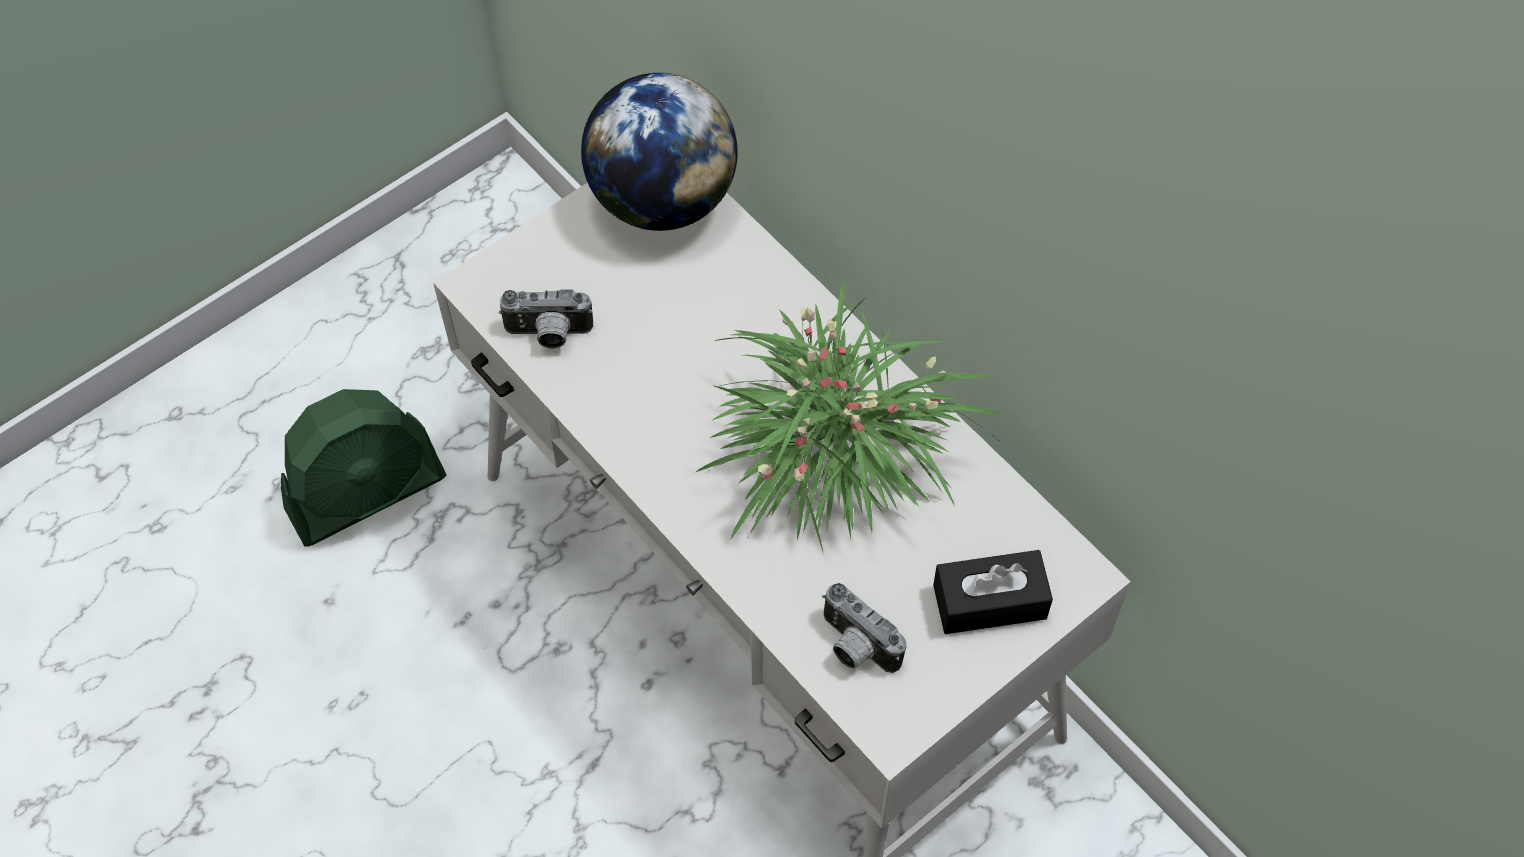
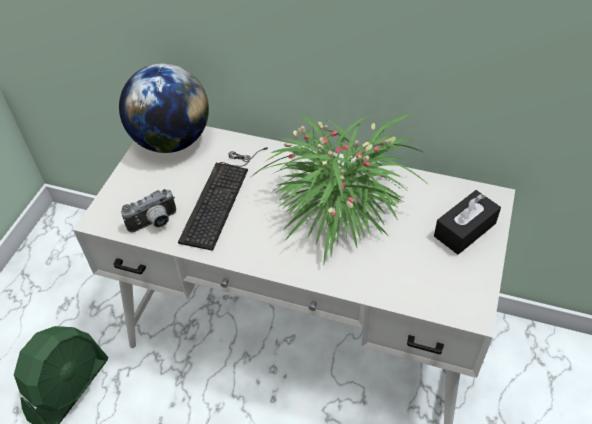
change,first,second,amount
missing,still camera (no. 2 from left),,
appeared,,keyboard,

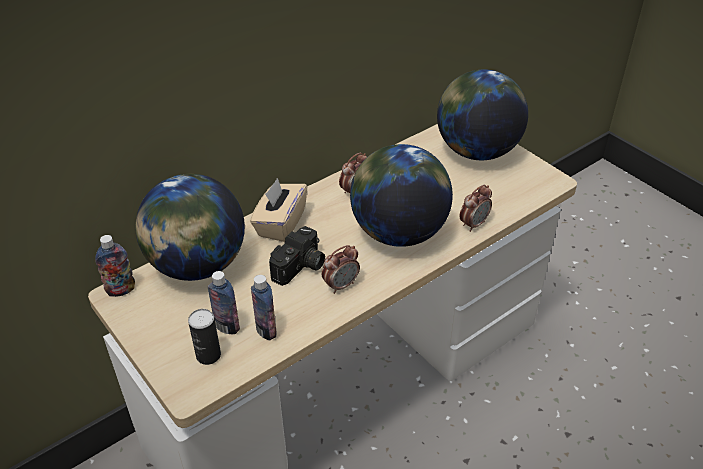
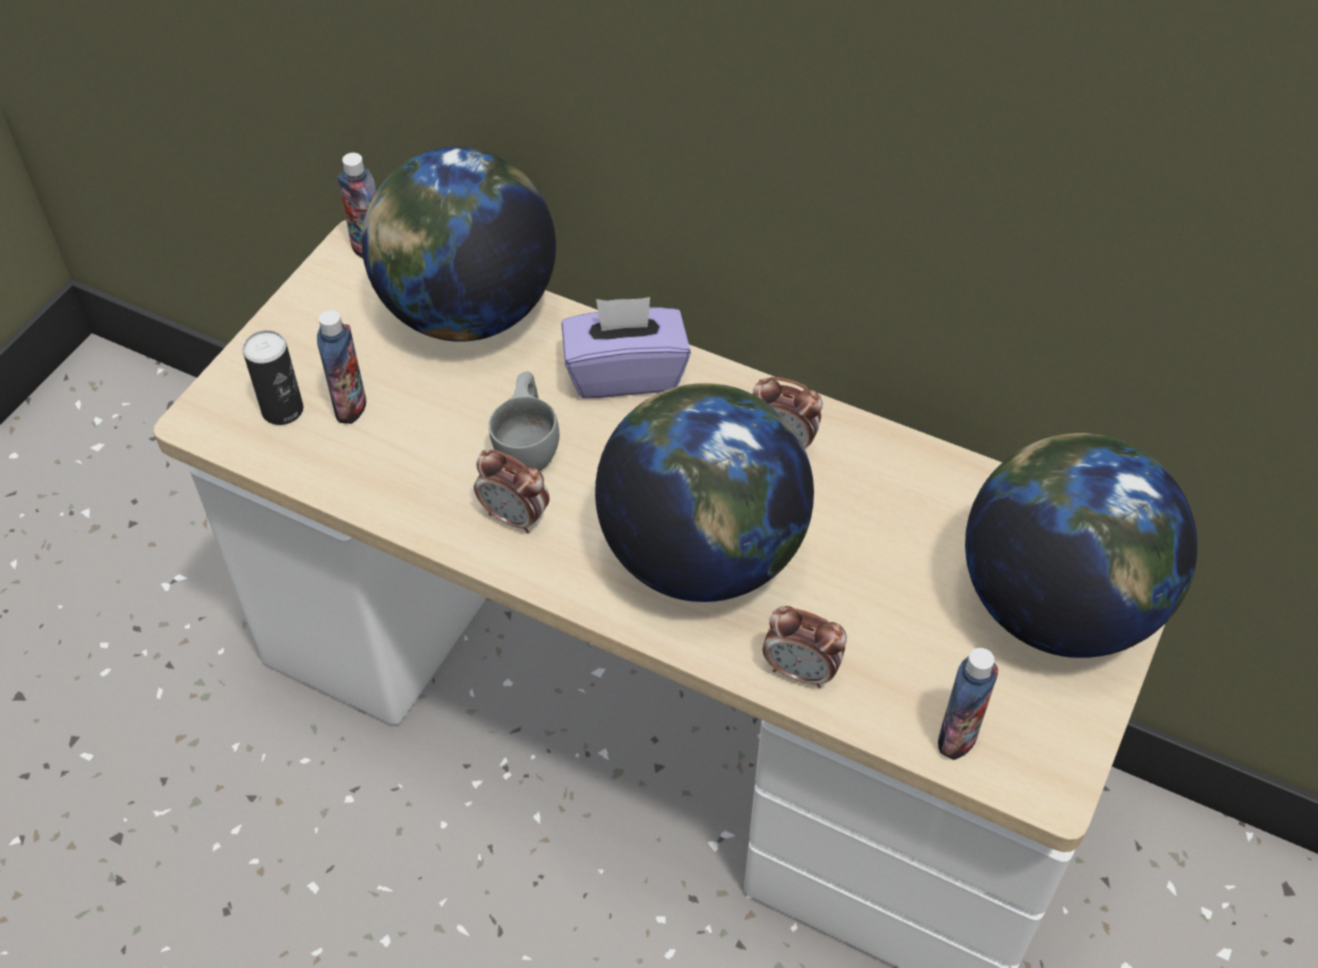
change,first,second,amount
colour,beige tissue box,purple-coloured tissue box,
relocated,drink bottle (no. 3 from left),,
exchanged,still camera,greyish cup,

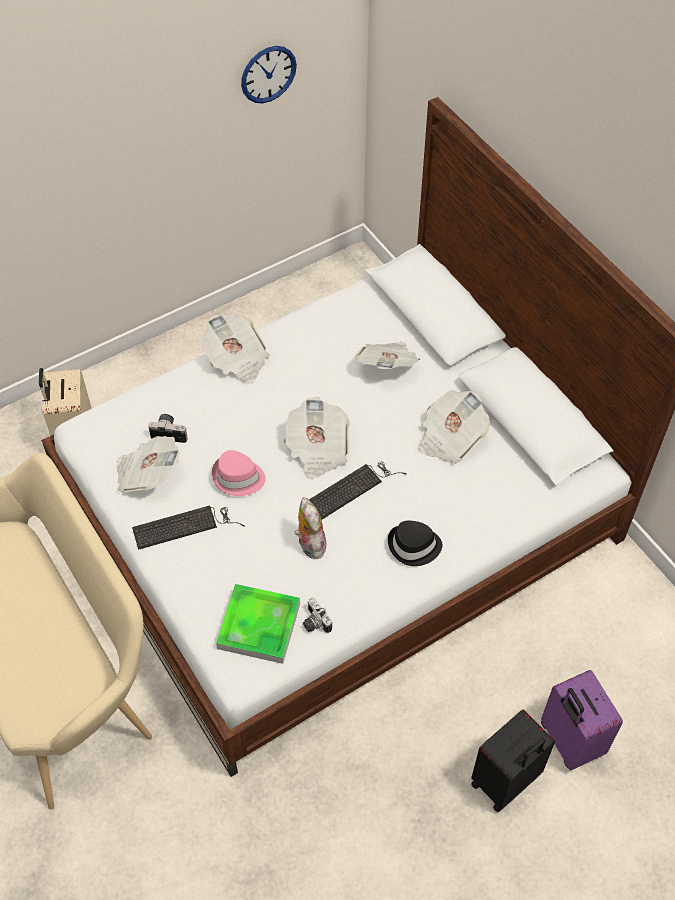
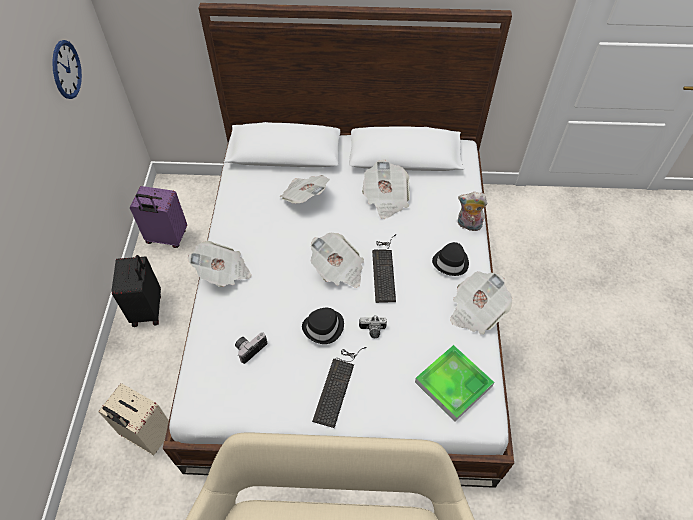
change,first,second,amount
relocated,daily paper (no. 1 from left in the first image),daily paper (no. 5 from left),
colour,pink wearable hat,black wearable hat (no. 1 from left),
relocated,plush toy,,
relocated,still camera (no. 2 from left),,
relocated,black suitcase,,
relocated,purple-coloured suitcase,,

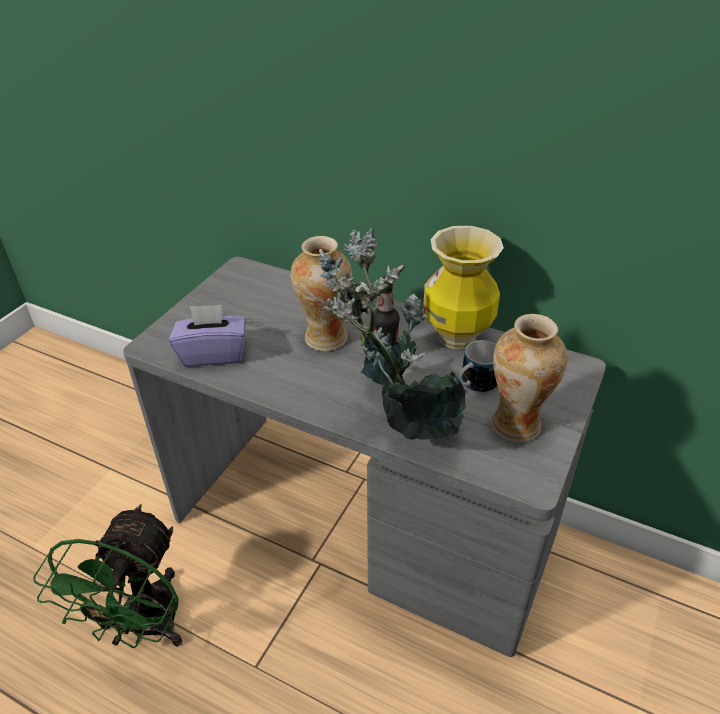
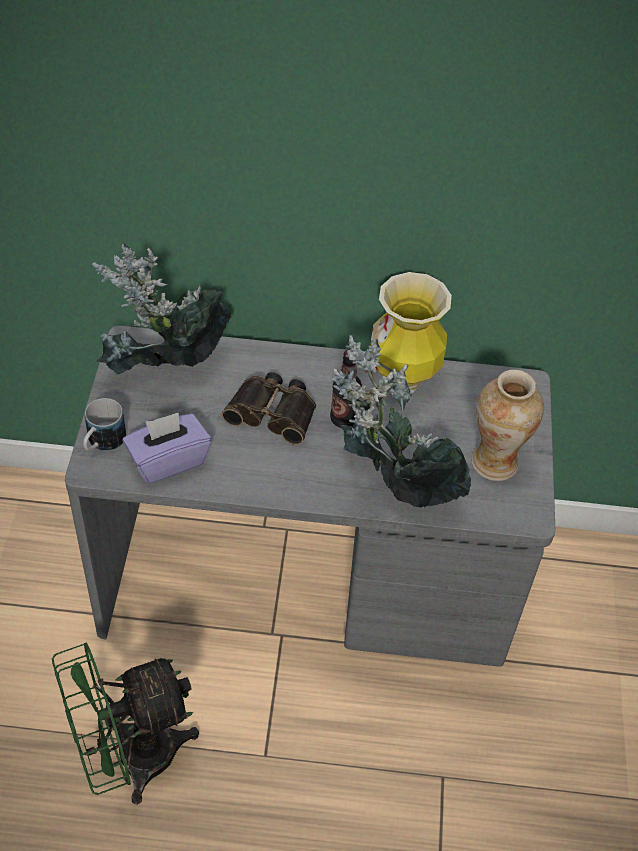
change,first,second,amount
spun,green-coloured electric fan,,75 degrees clockwise
exchanged,flower vase (no. 1 from left),field glasses,
relocated,mug,,
appeared,,potted plant (no. 1 from left),

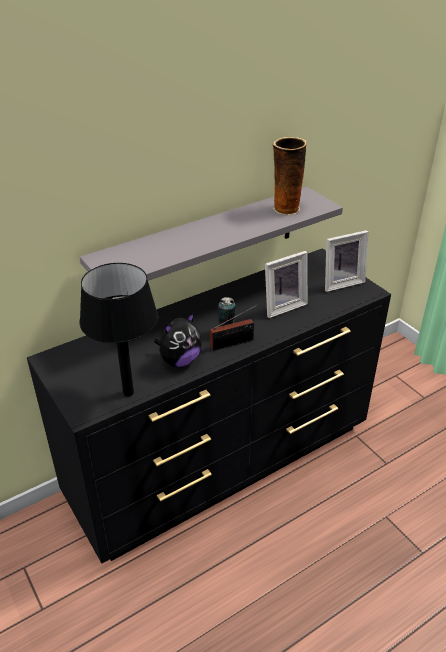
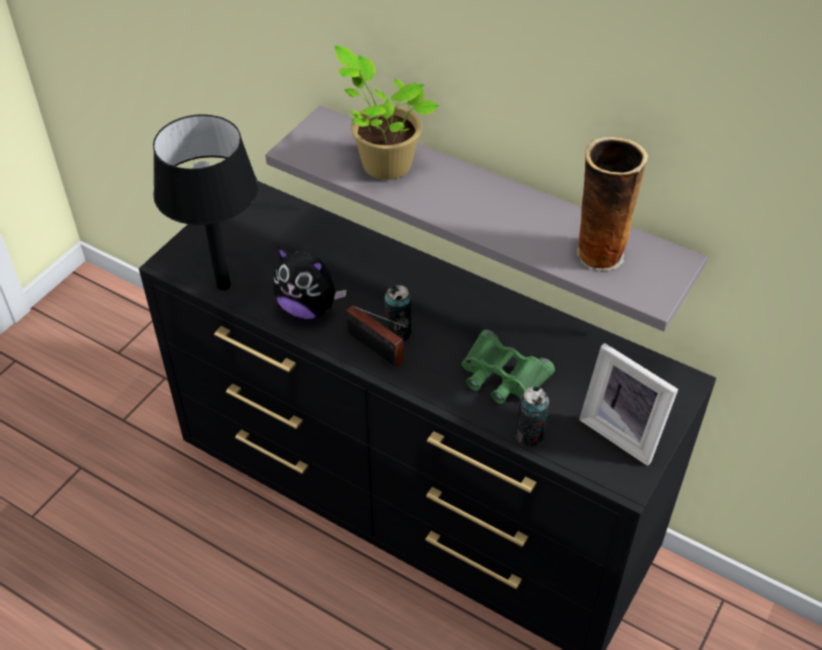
change,first,second,amount
exchanged,picture frame (no. 1 from left),green-coloured field glasses,
appeared,,potted plant,
appeared,,metal can (no. 2 from left),

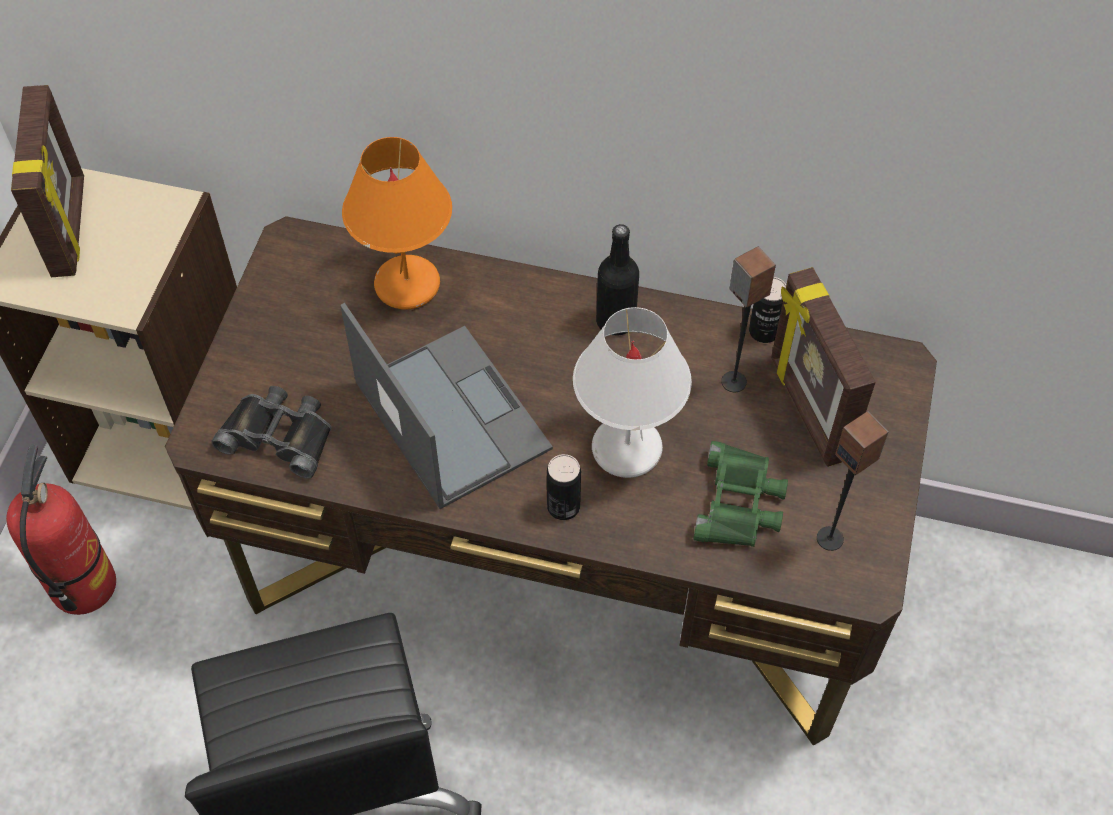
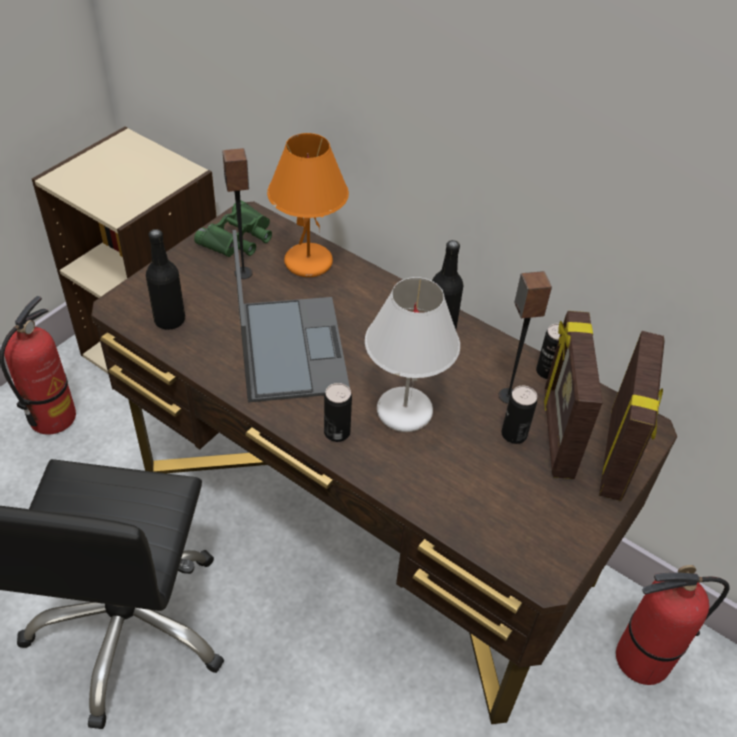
change,first,second,amount
relocated,picture frame (no. 1 from left in the first image),picture frame (no. 2 from left),
exchanged,black field glasses,black drink bottle (no. 1 from left),
relocated,green-coloured field glasses,,
relocated,speaker (no. 2 from left in the first image),speaker (no. 1 from left),
appeared,,metal can (no. 2 from left),
appeared,,extinguisher (no. 2 from left),

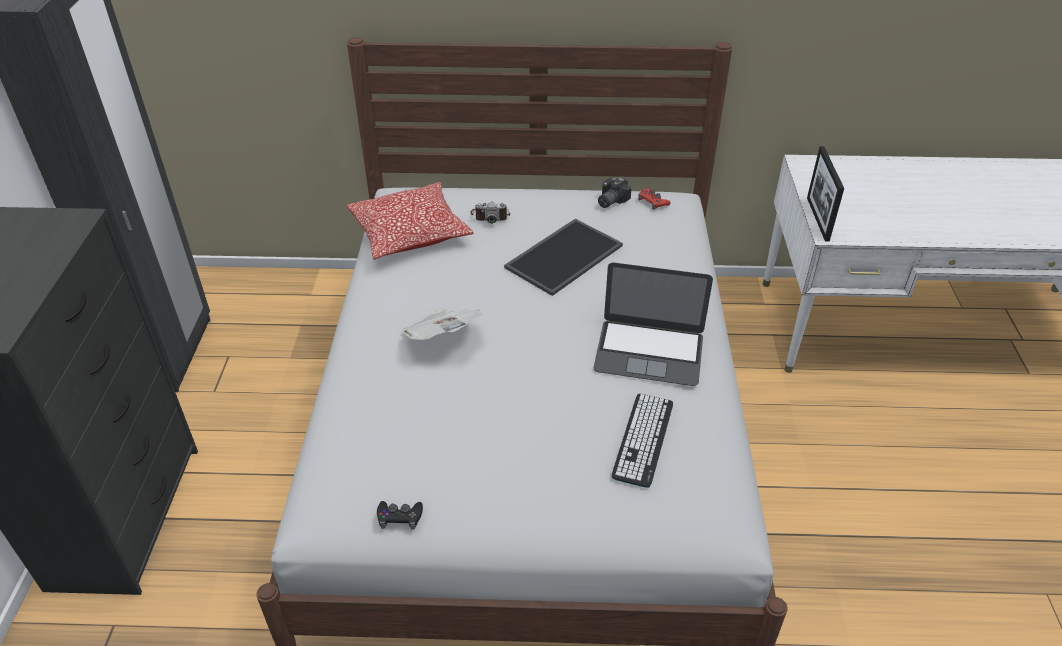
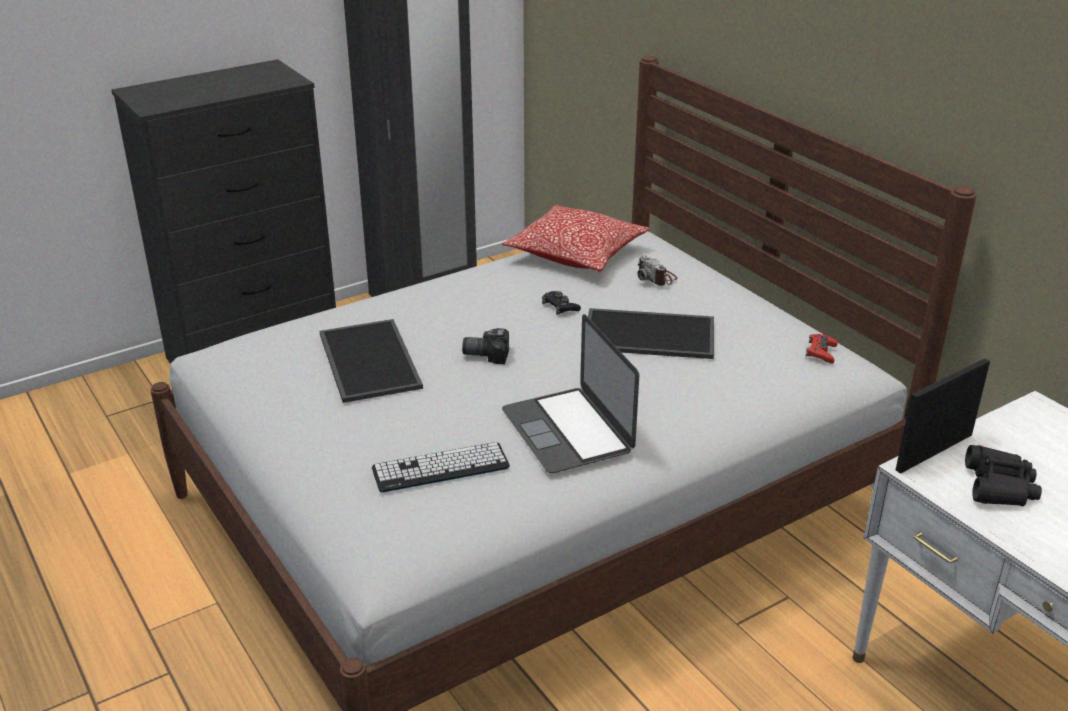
change,first,second,amount
relocated,black game controller,,
missing,daily paper,,
relocated,still camera (no. 2 from left in the first image),still camera (no. 1 from left),
appeared,,carrying tray (no. 1 from left),
appeared,,black field glasses,

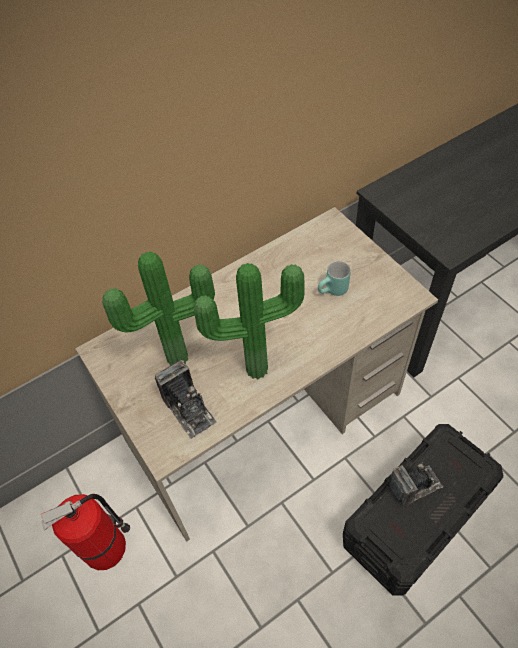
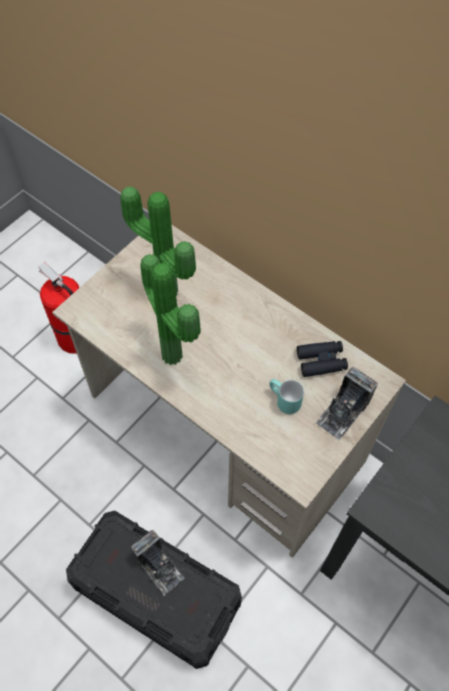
change,first,second,amount
relocated,still camera (no. 1 from left in the first image),still camera (no. 2 from left),
appeared,,black field glasses,

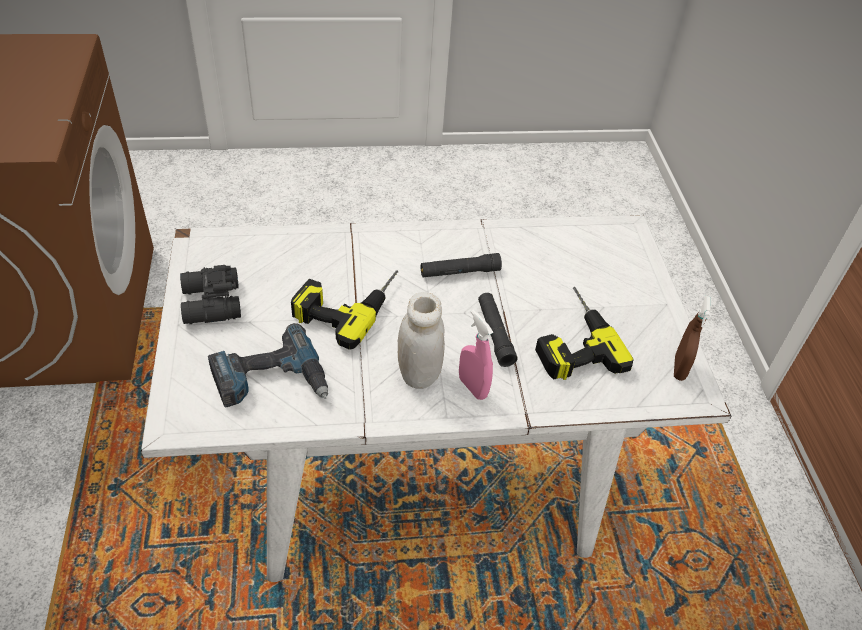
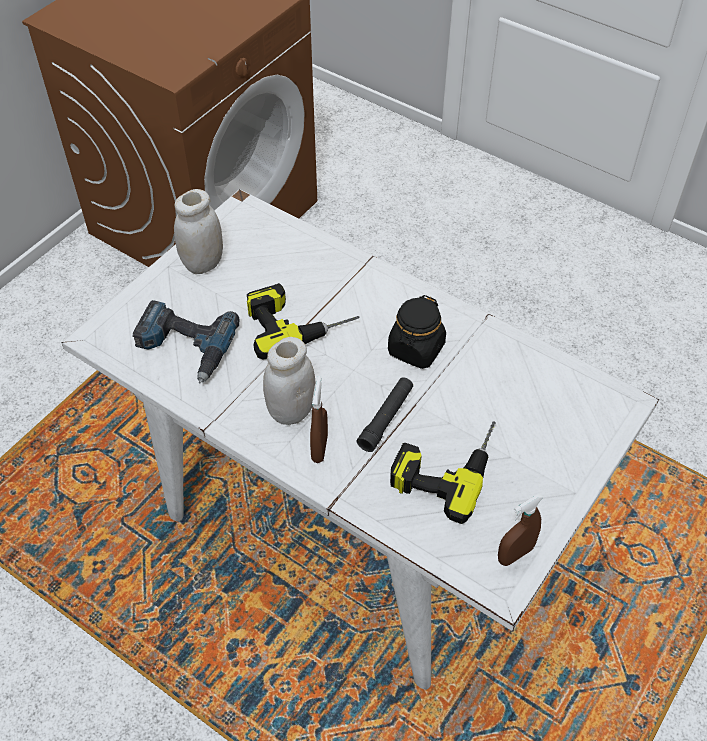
change,first,second,amount
exchanged,black field glasses,white-coloured jar (no. 1 from left),
exchanged,black hand torch (no. 1 from left),black jar,
colour,pink hand sprayer,brown hand sprayer (no. 1 from left),

